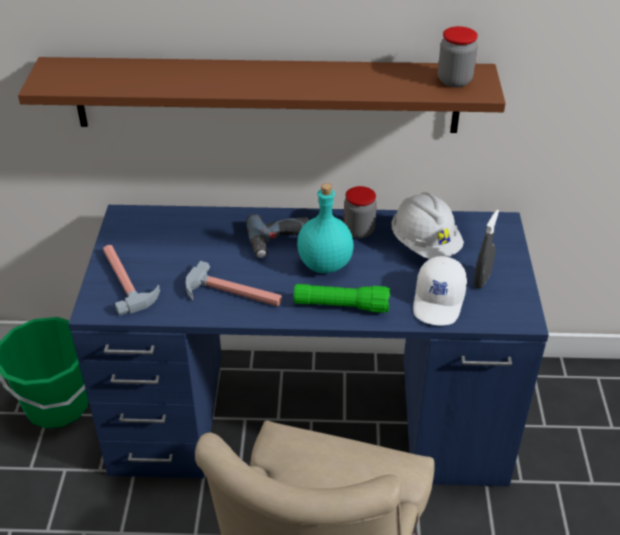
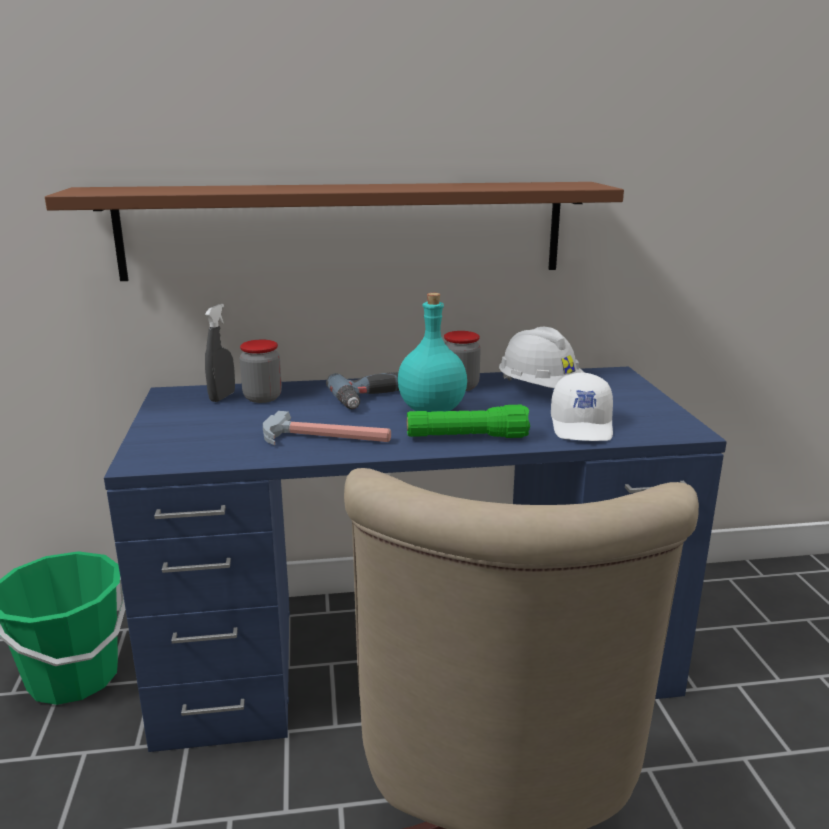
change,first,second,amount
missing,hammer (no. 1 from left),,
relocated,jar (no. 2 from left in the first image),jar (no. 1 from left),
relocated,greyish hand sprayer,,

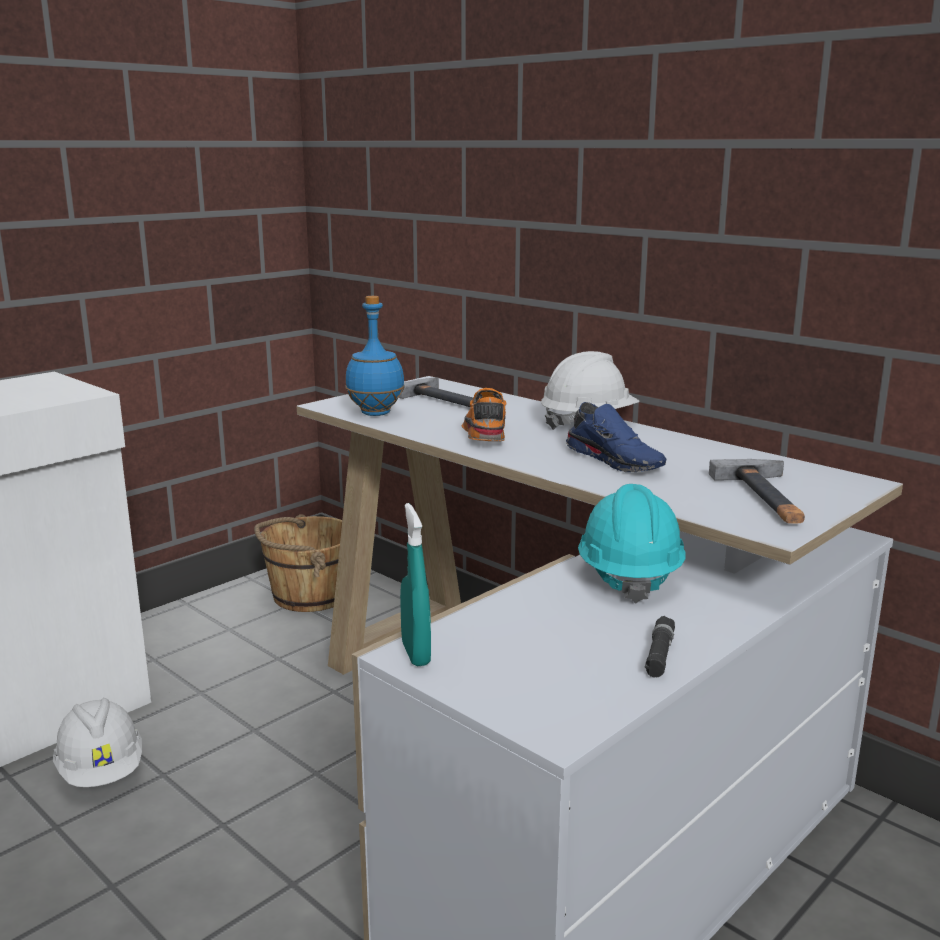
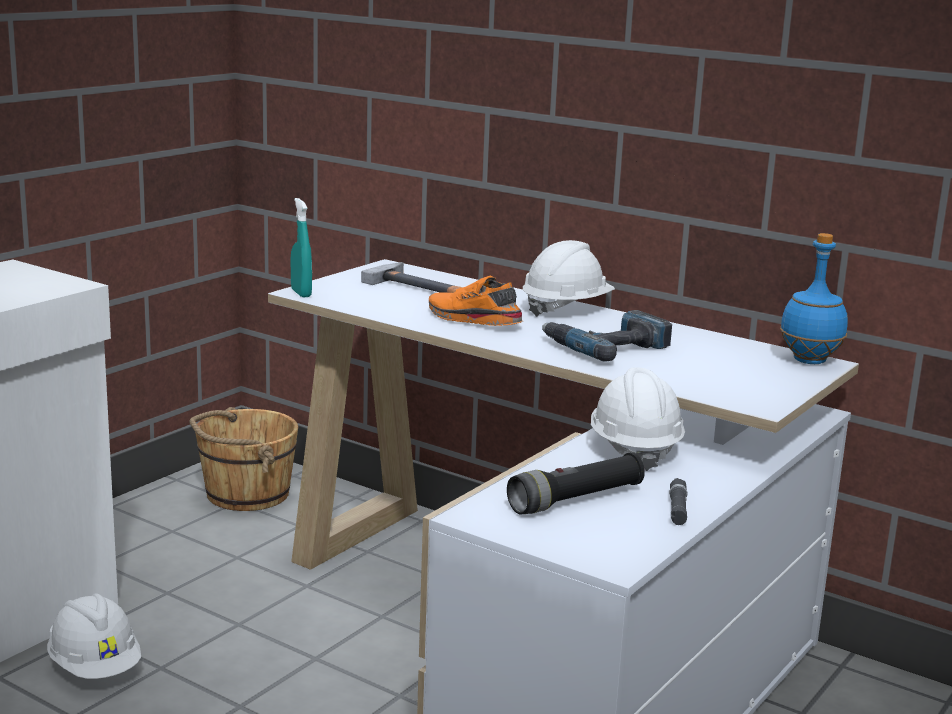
change,first,second,amount
relocated,blue-coloured drink bottle,,
relocated,turquoise hand sprayer,,
spun,orange-coloured item of footwear,,45 degrees counterclockwise
exchanged,blue-coloured item of footwear,drill,
colour,turquoise work helmet,white-coloured work helmet (no. 3 from left),
missing,hammer (no. 2 from left),,
appeared,,black hand torch (no. 1 from left),

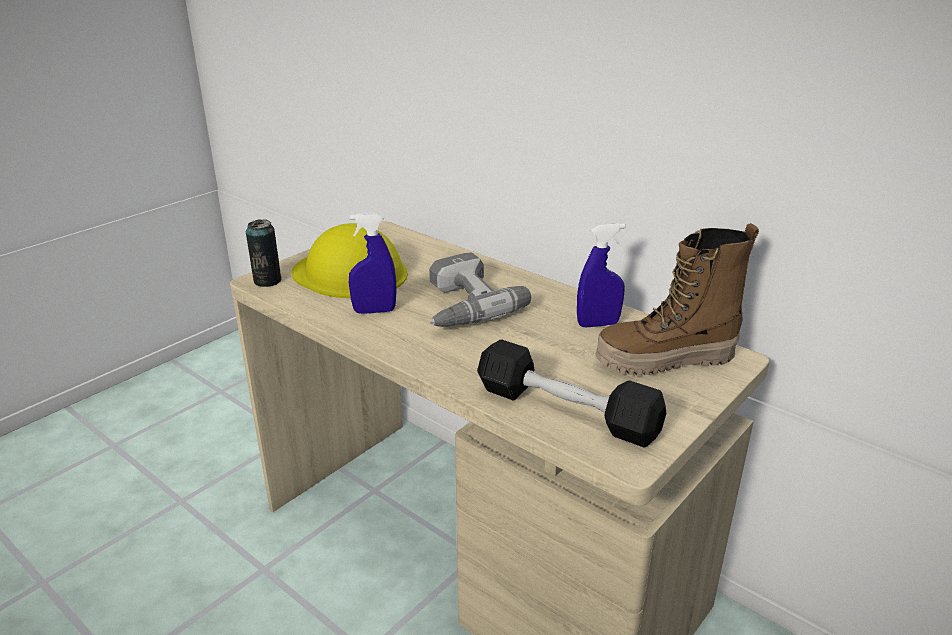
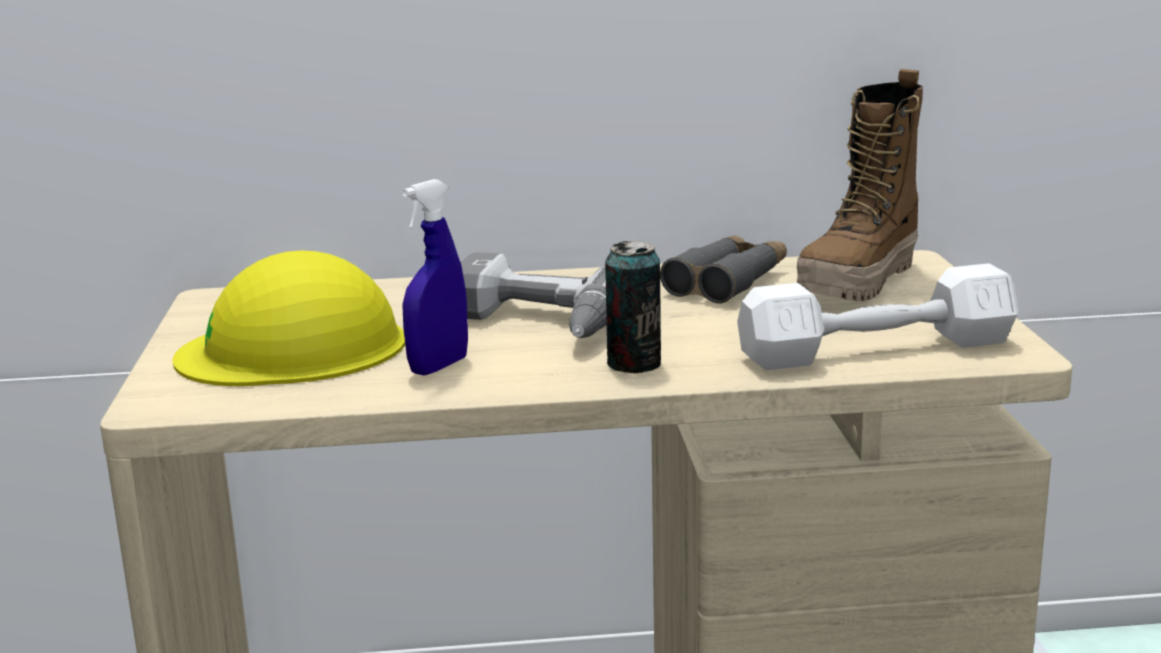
change,first,second,amount
relocated,metal can,,
colour,black dumbbell,white-coloured dumbbell,
exchanged,blue-coloured hand sprayer (no. 2 from left),greyish field glasses,

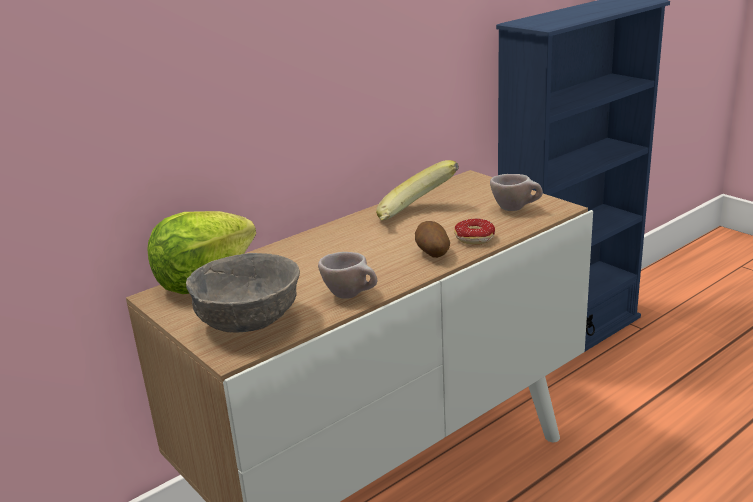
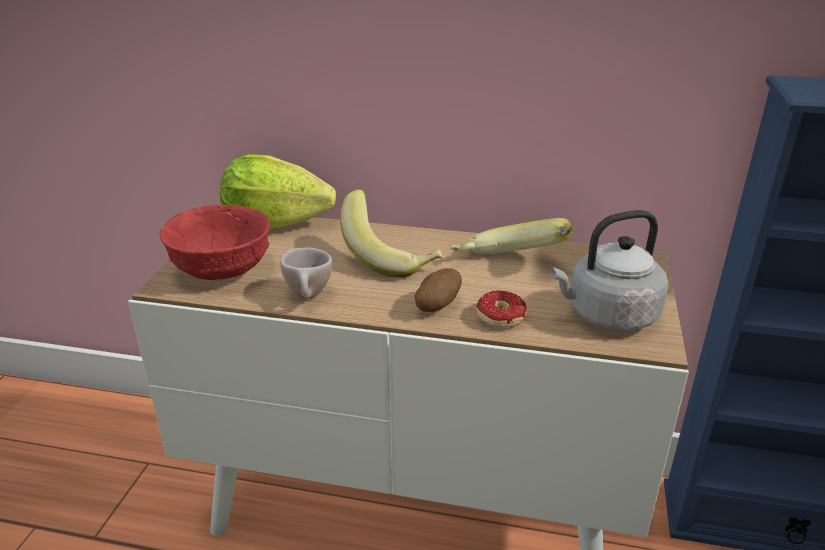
change,first,second,amount
colour,greyish bowl,red bowl,
exchanged,beige cup (no. 2 from left),greyish tea kettle,
appeared,,banana fruit (no. 1 from left),

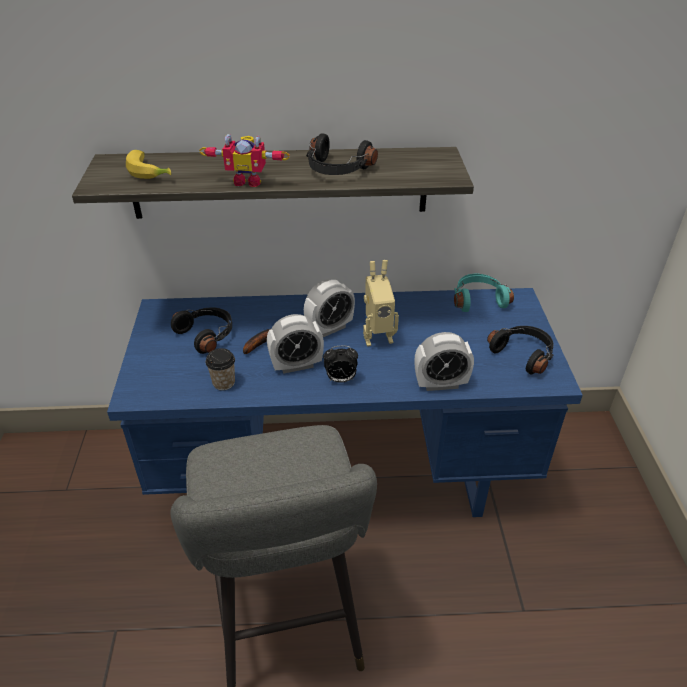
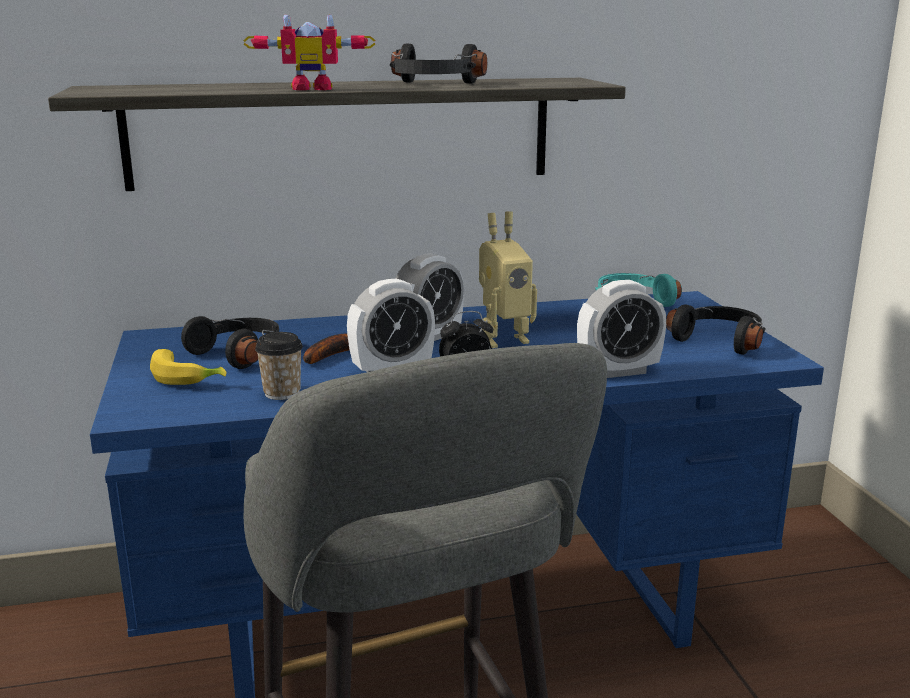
change,first,second,amount
relocated,banana fruit (no. 1 from left),,

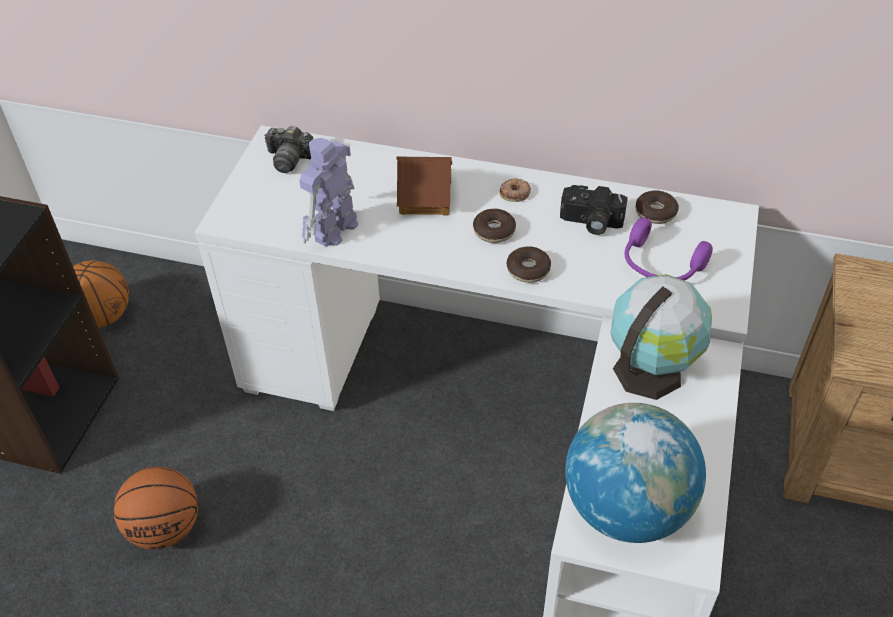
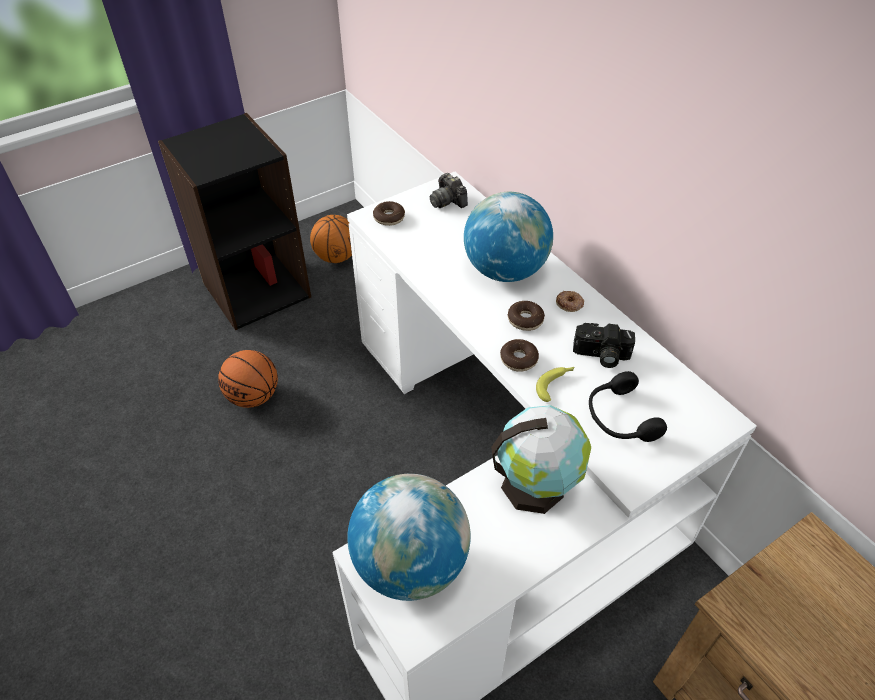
change,first,second,amount
missing,toy robot,,
exchanged,model house,world globe (no. 2 from left),
spun,still camera (no. 2 from left),,45 degrees counterclockwise
colour,purple-coloured pair of headphones,black pair of headphones,
relocated,doughnut (no. 4 from left in the first image),doughnut (no. 1 from left),
appeared,,banana fruit,

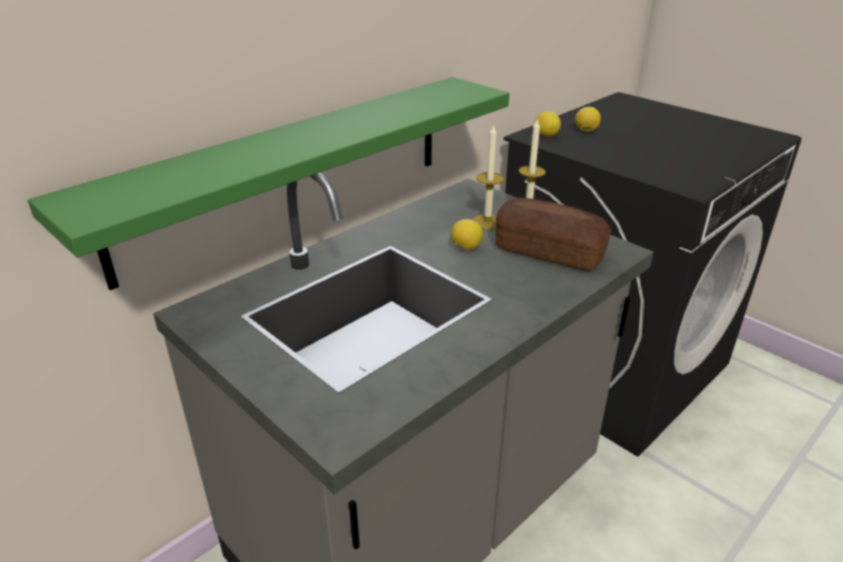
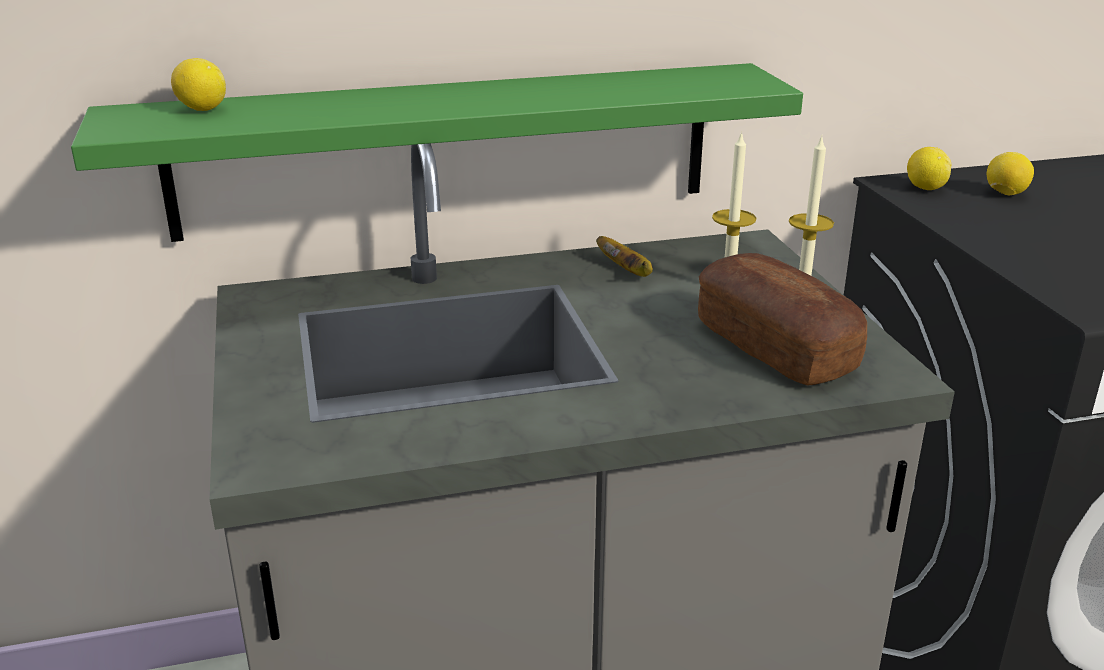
change,first,second,amount
relocated,whole lemon (no. 1 from left),,
appeared,,banana fruit,

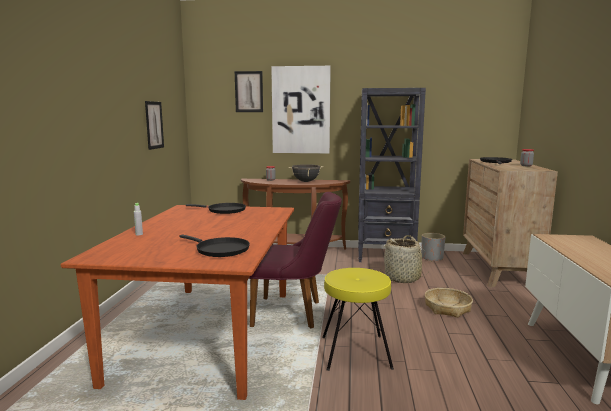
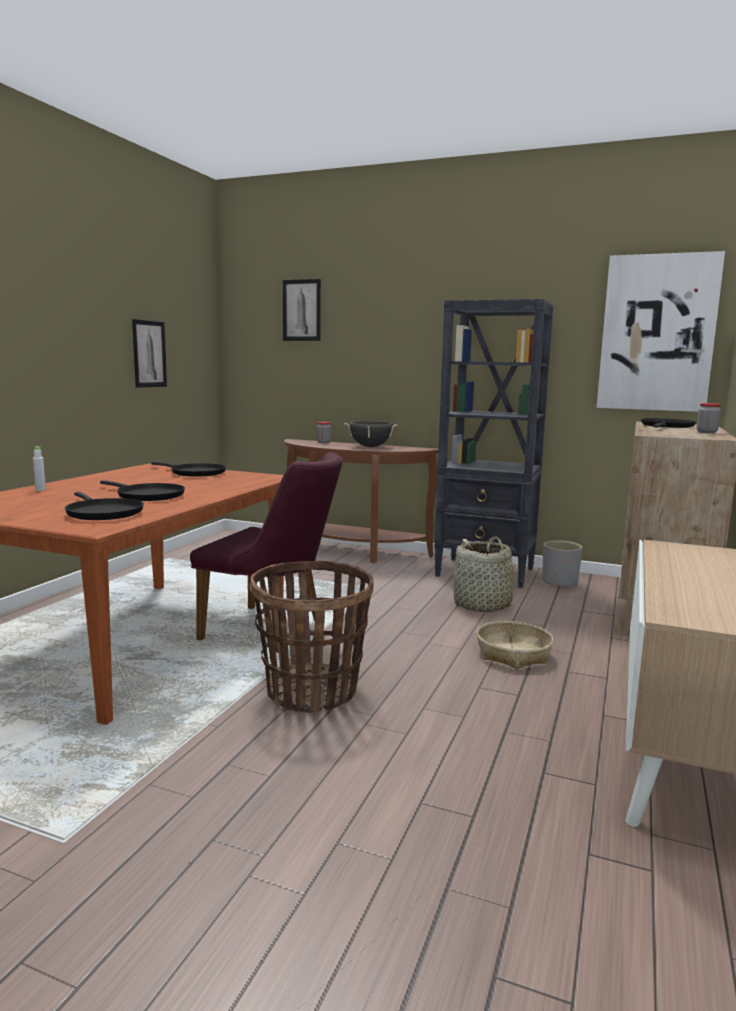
change,first,second,amount
relocated,wall picture (no. 3 from left),,
exchanged,yellow-coloured sitting stool,storage basket (no. 1 from left),
appeared,,black skillet (no. 2 from left),

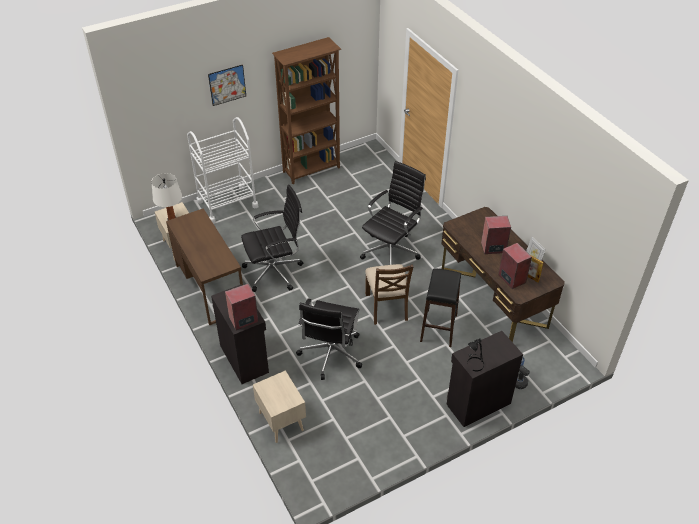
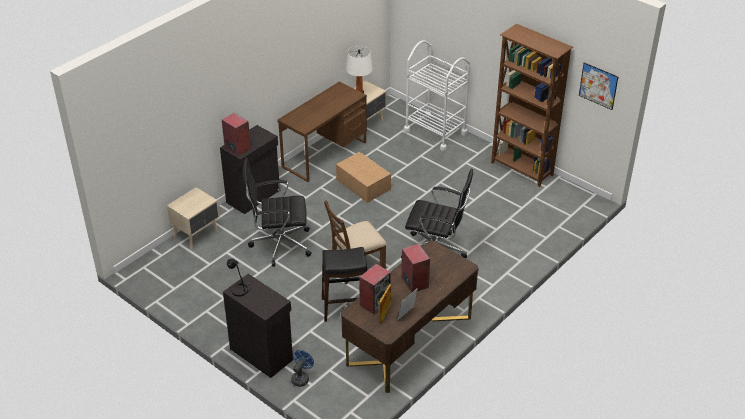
change,first,second,amount
relocated,wall picture,,
exchanged,black office chair (no. 1 from left),carton,

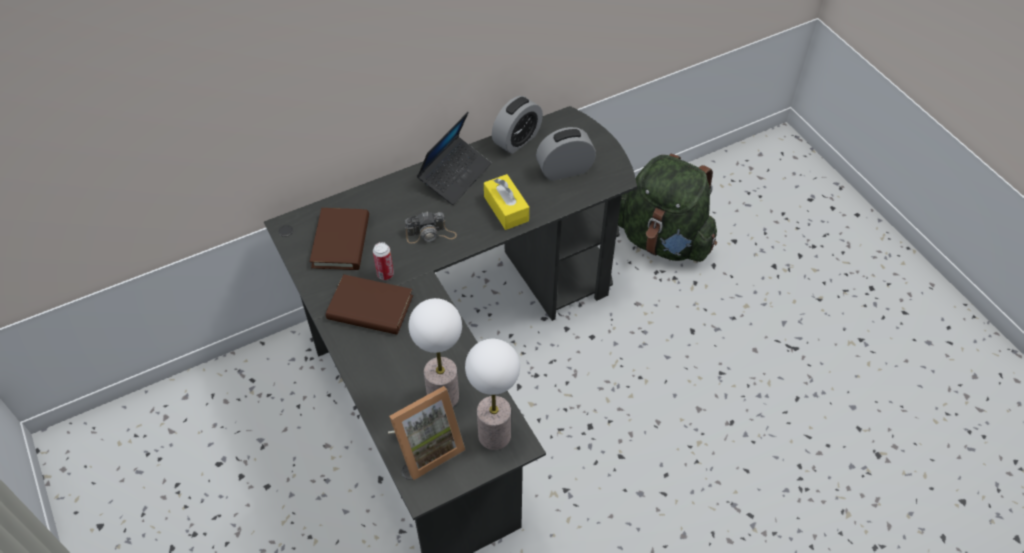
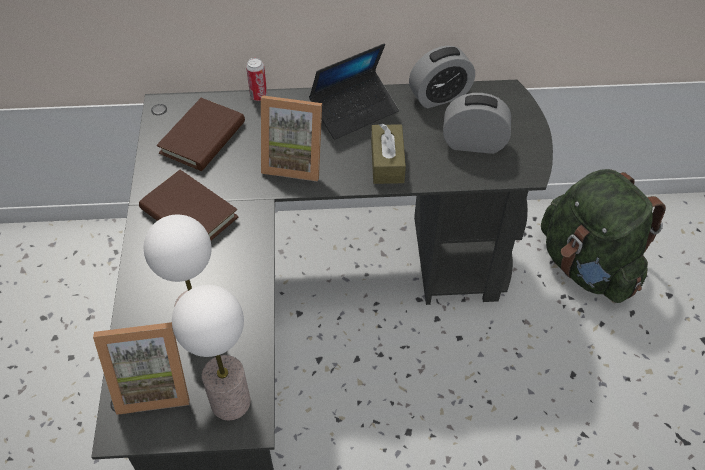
change,first,second,amount
relocated,metal can,,
exchanged,still camera,picture frame (no. 2 from left),
colour,yellow-coloured tissue box,brown tissue box,

